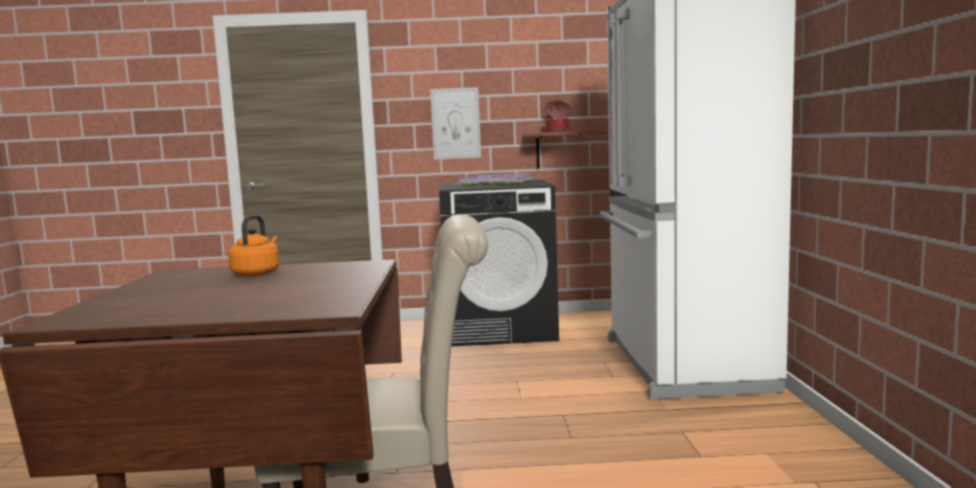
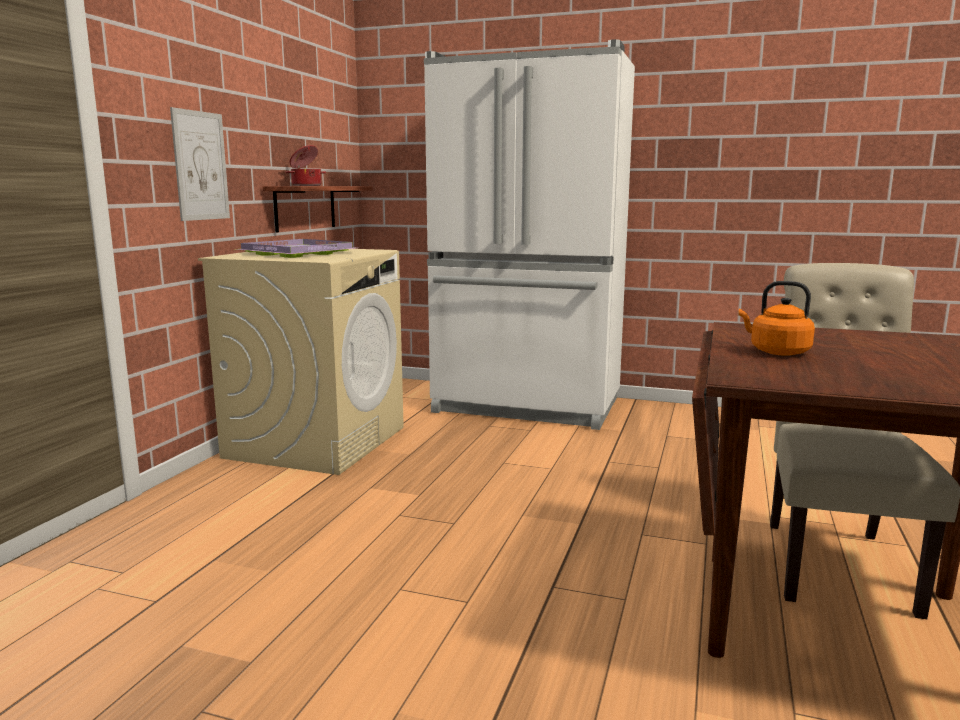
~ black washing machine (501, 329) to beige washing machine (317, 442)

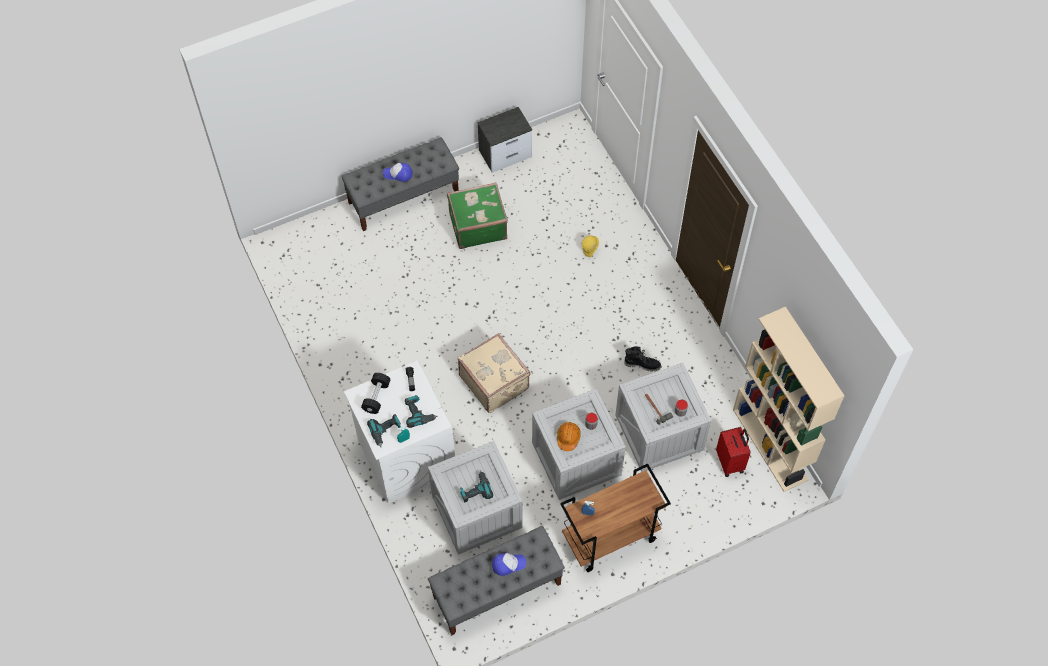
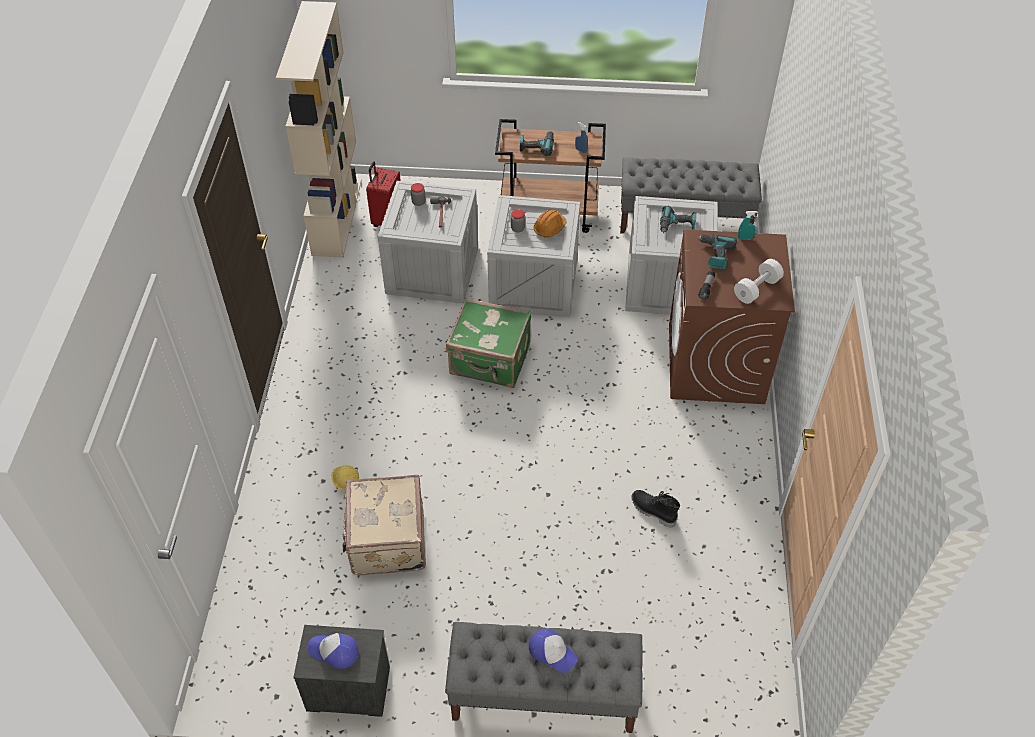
~ white washing machine (406, 455) to brown washing machine (715, 364)
~ black dumbbell (376, 397) to white dumbbell (756, 289)
~ power drill (386, 431) to (537, 146)
~ green suitcase (477, 225) to (490, 361)
~ beige suitcase (494, 381) to (386, 540)
~ cap (508, 564) to (334, 651)
~ black boot (642, 364) to (652, 511)

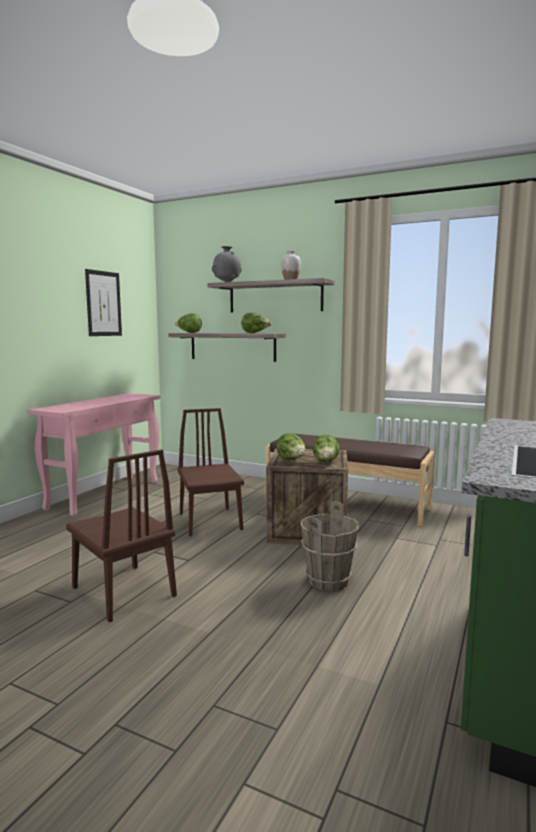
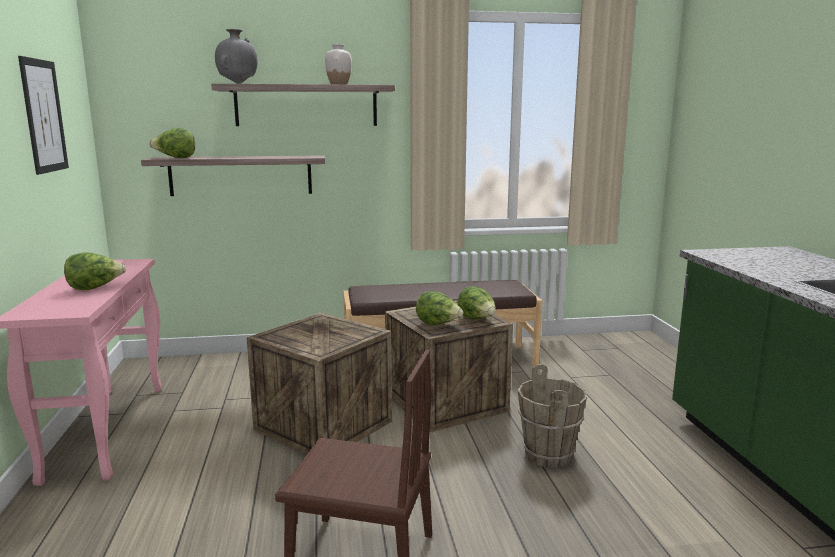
~ brown chair (210, 521) to crate (323, 425)
~ lettuce (255, 333) to (95, 288)

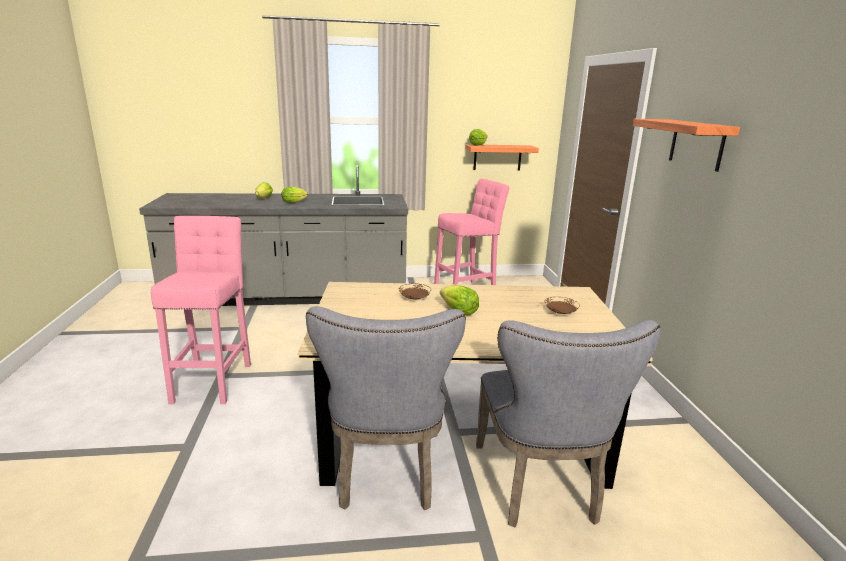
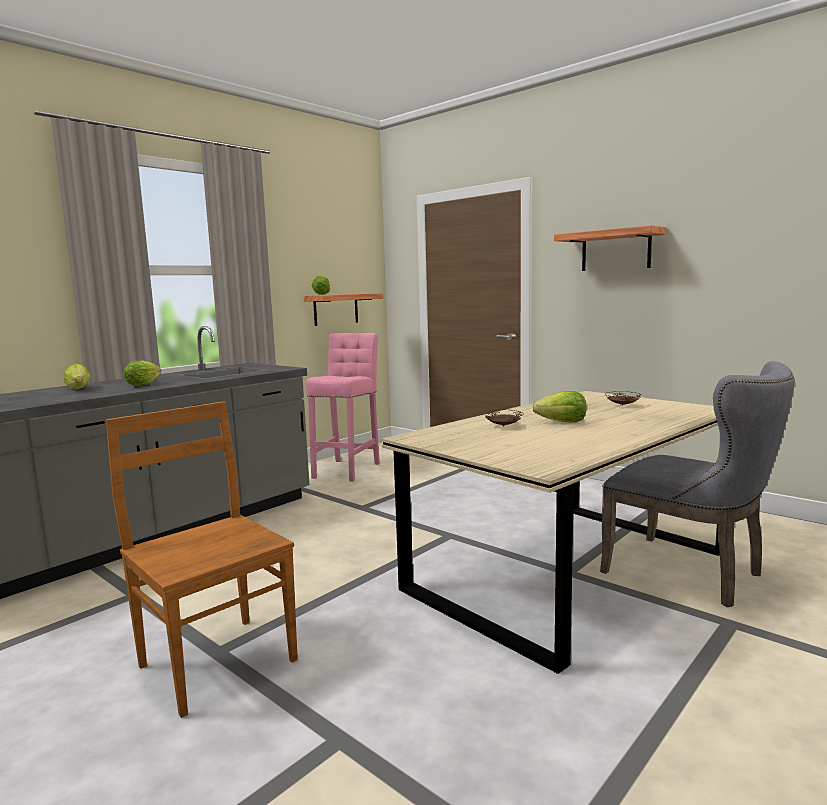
~ pink stool (213, 380) to brown chair (216, 661)
- grey chair (387, 473)

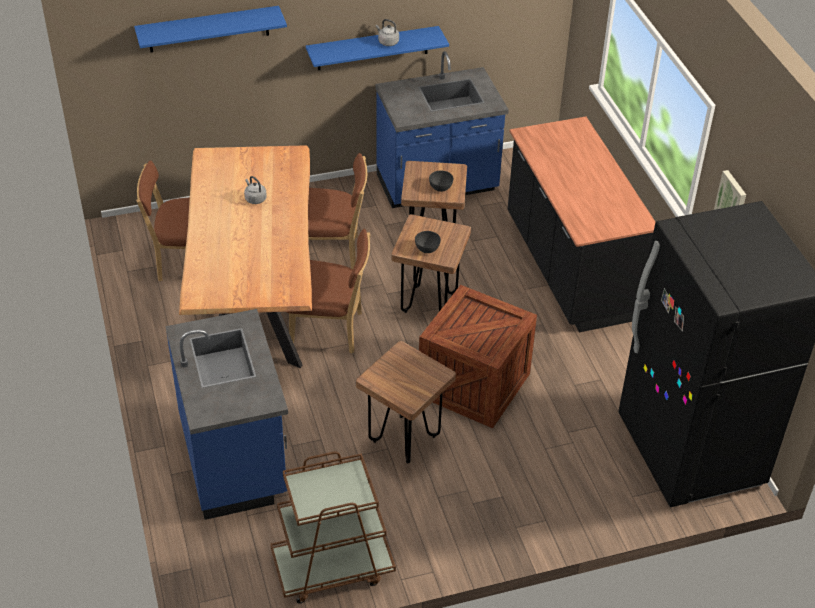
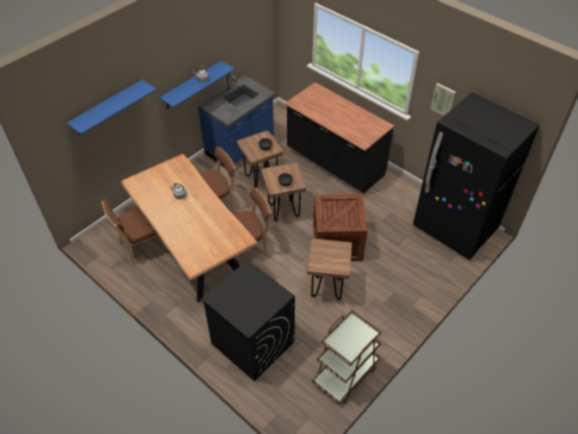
~ blue counter (235, 458) to black washing machine (252, 342)

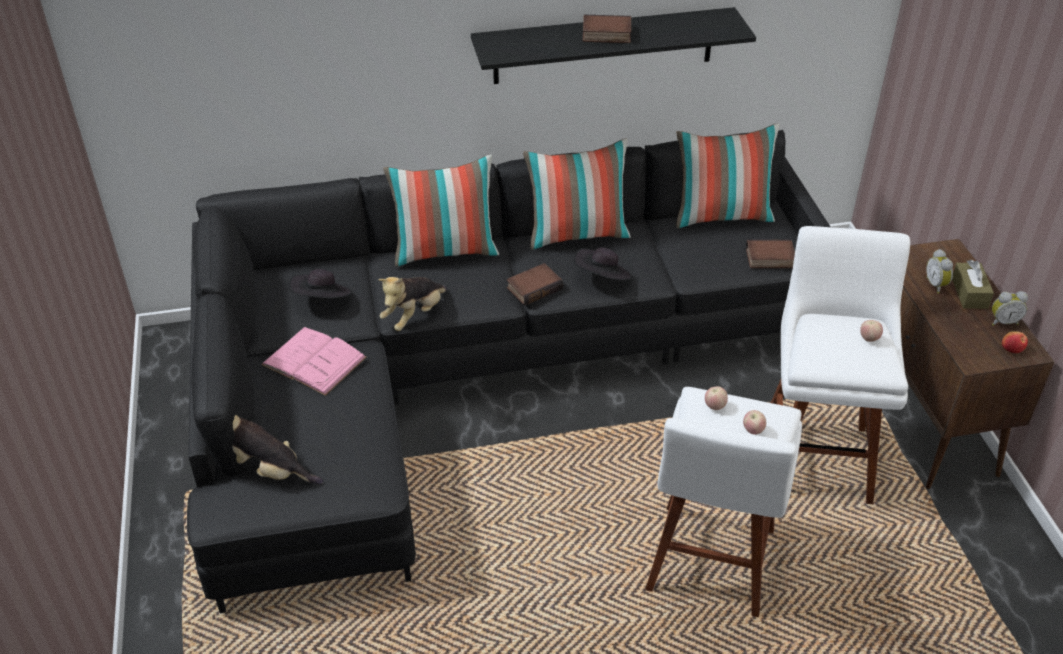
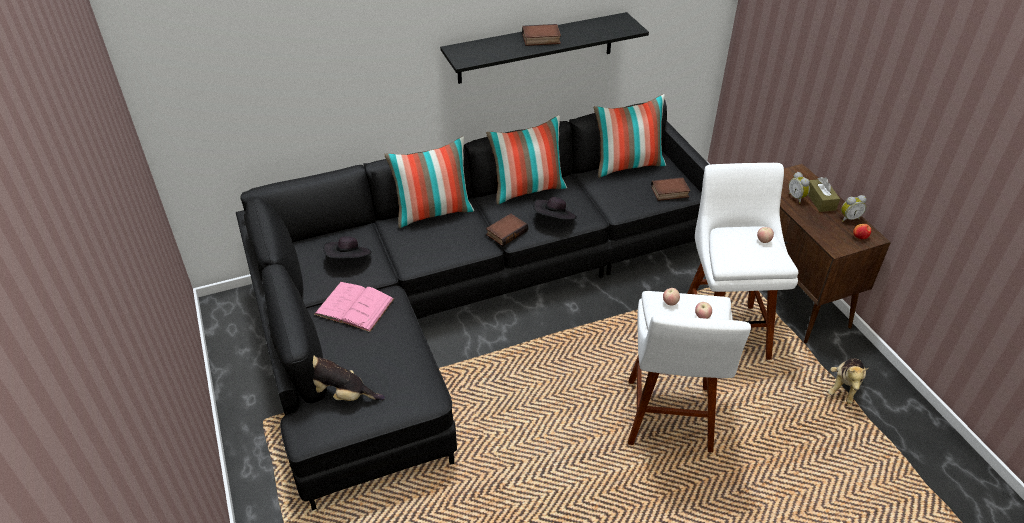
~ plush toy (414, 316) to (844, 387)

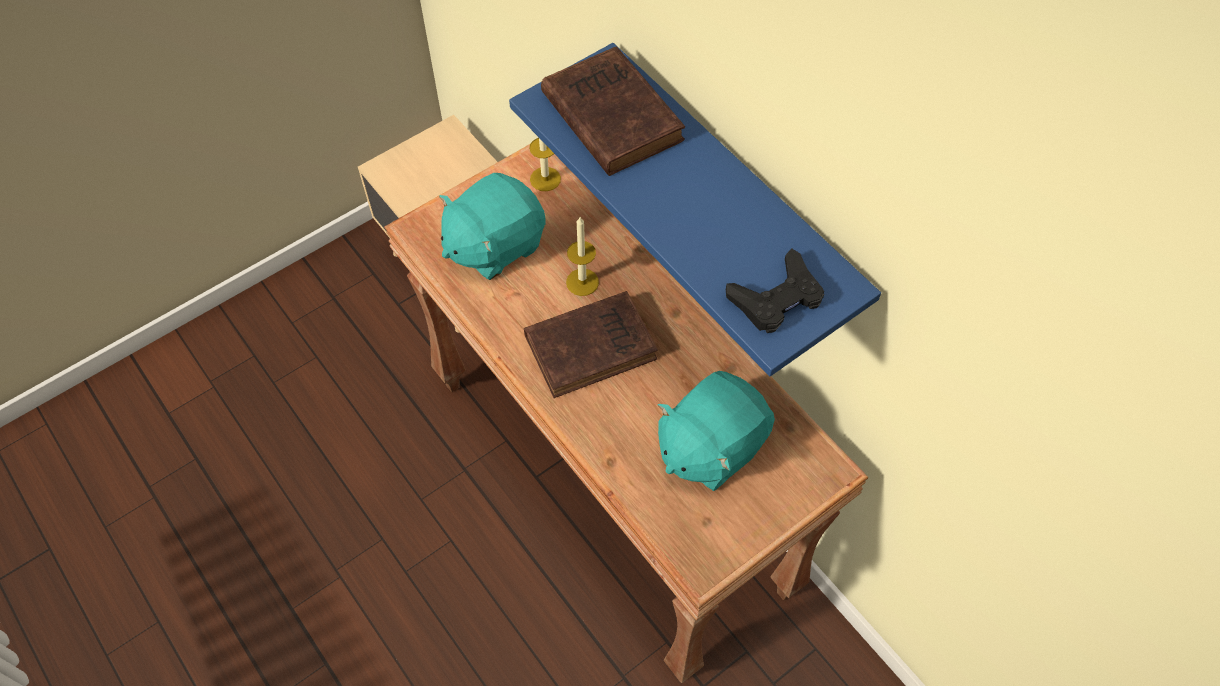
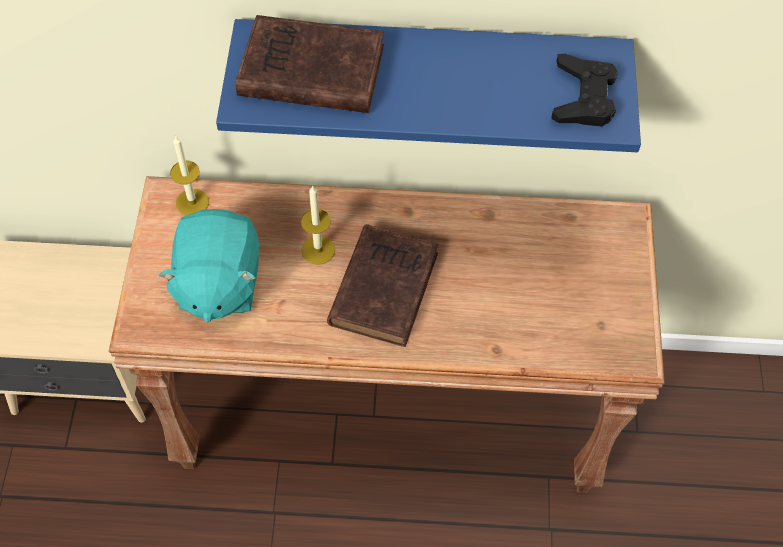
- turquoise plush toy (710, 446)

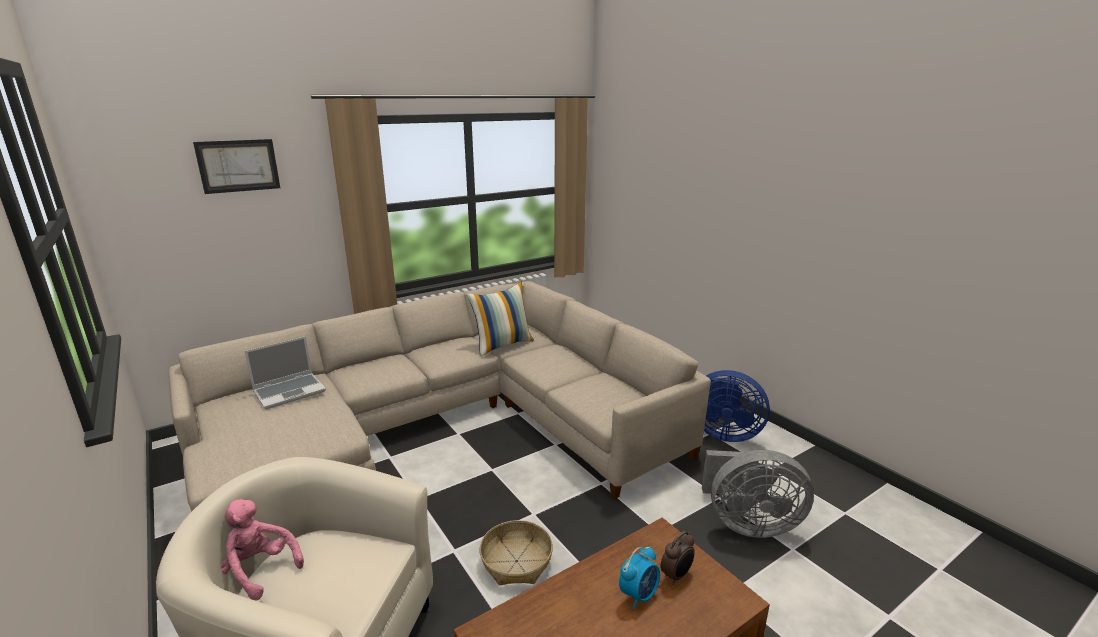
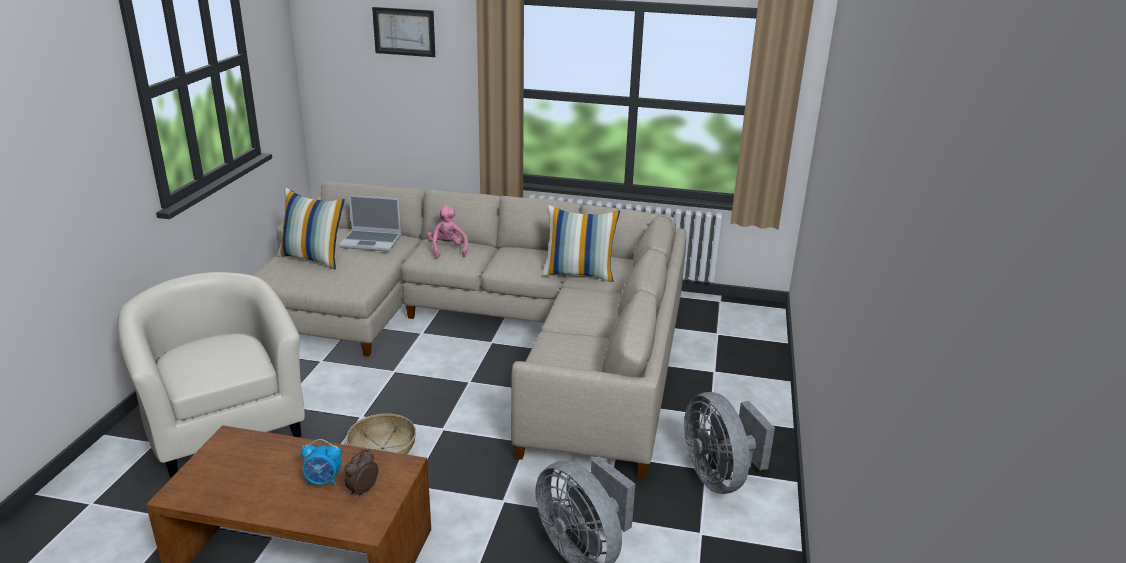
~ pink plush toy (258, 570) to (447, 250)
~ alarm clock (676, 576) = (362, 490) 120 degrees clockwise
~ blue fan (723, 433) to grey fan (719, 477)
+ pillow (313, 258)

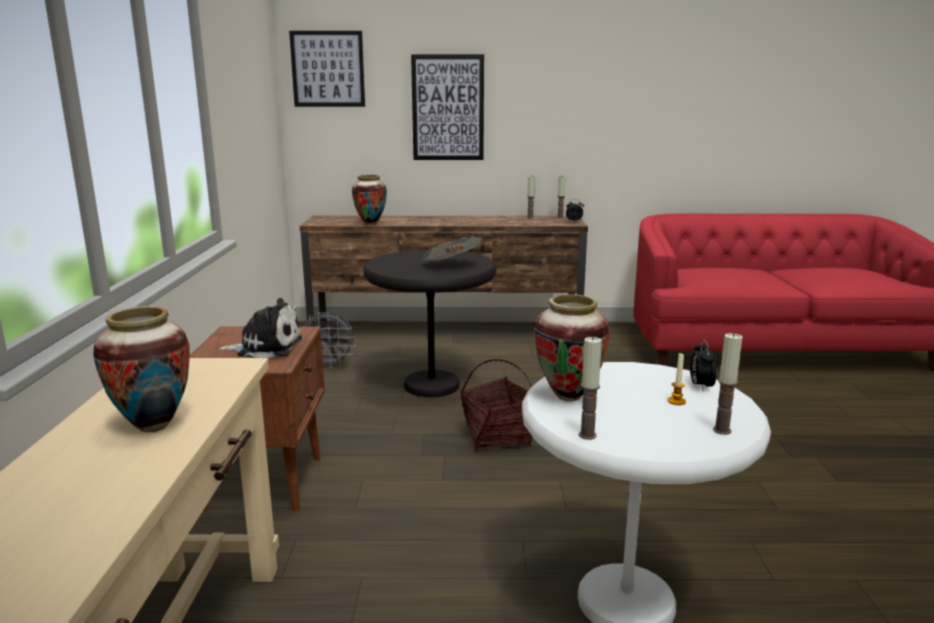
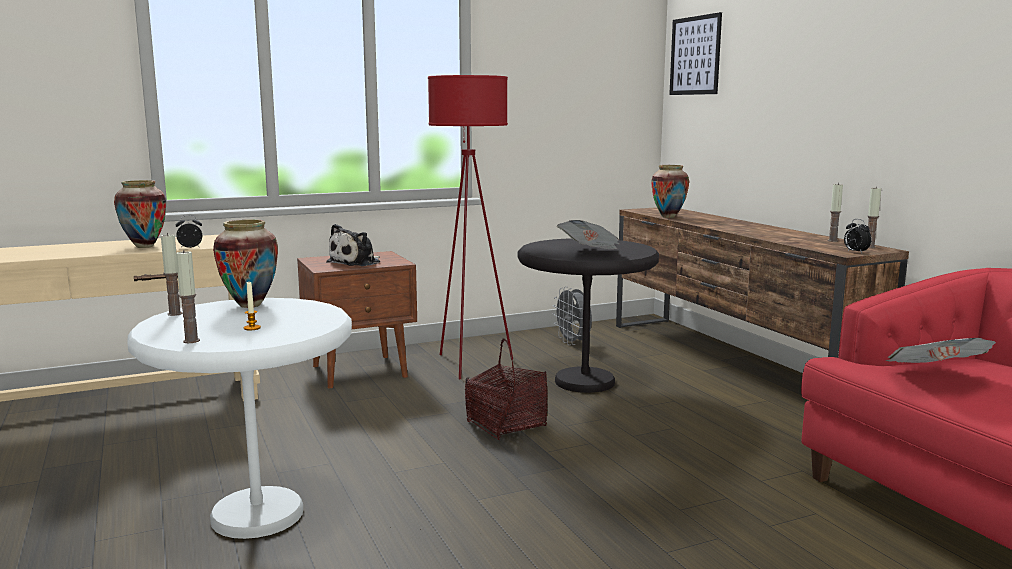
~ plush toy (266, 347) = (356, 262) 60 degrees clockwise
- picture (448, 108)
~ alarm clock (701, 386) to (190, 247)
+ red floor lamp (470, 364)
+ newspaper (935, 376)

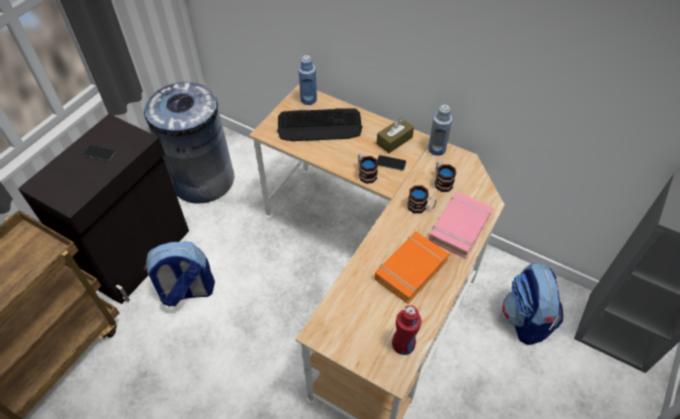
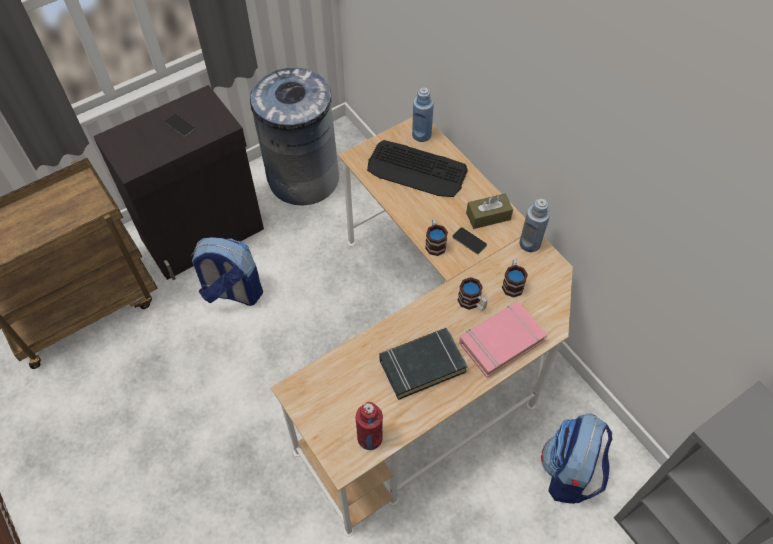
~ orange book (410, 269) to black book (422, 365)

